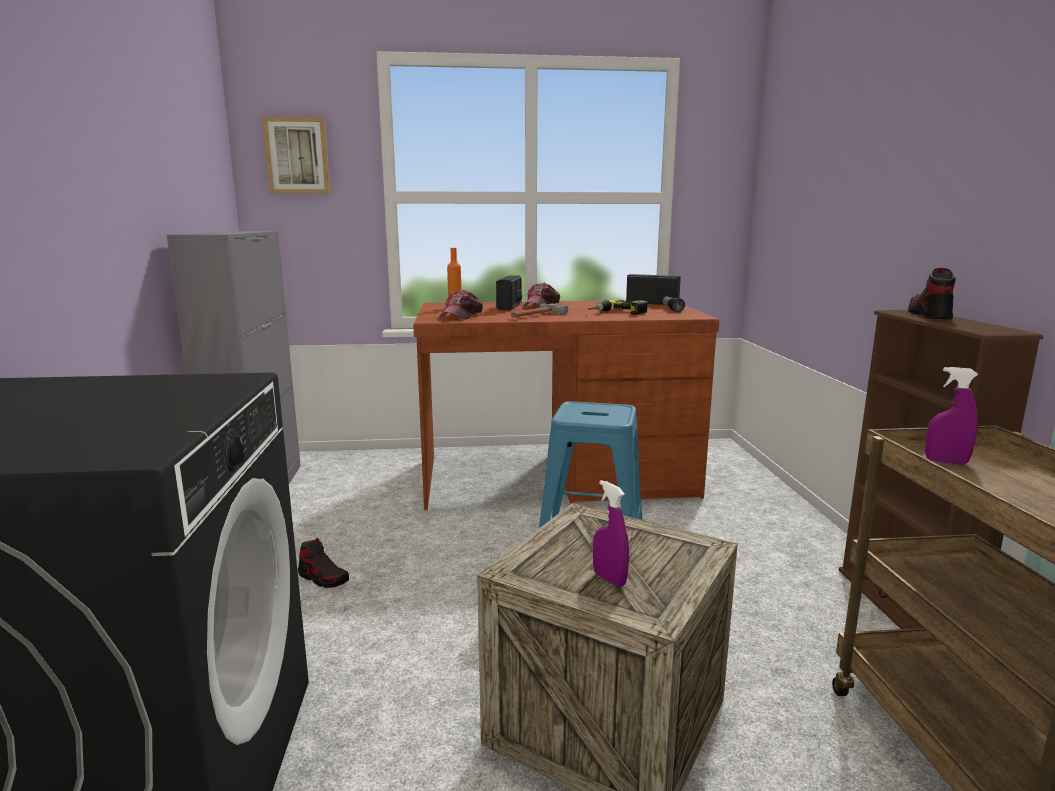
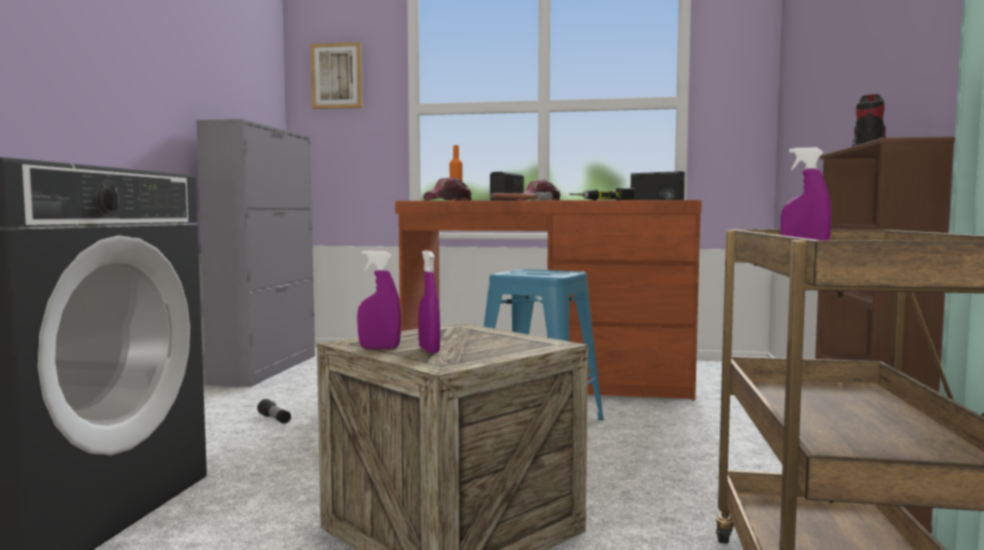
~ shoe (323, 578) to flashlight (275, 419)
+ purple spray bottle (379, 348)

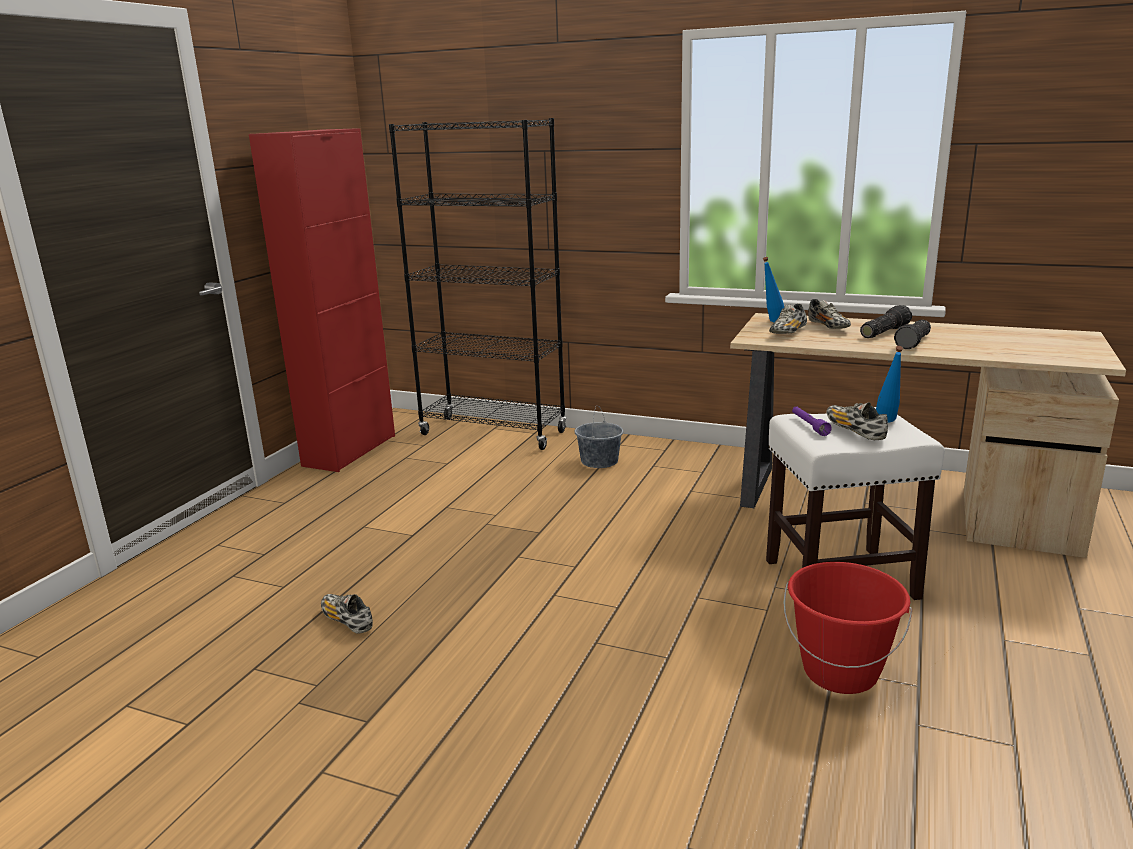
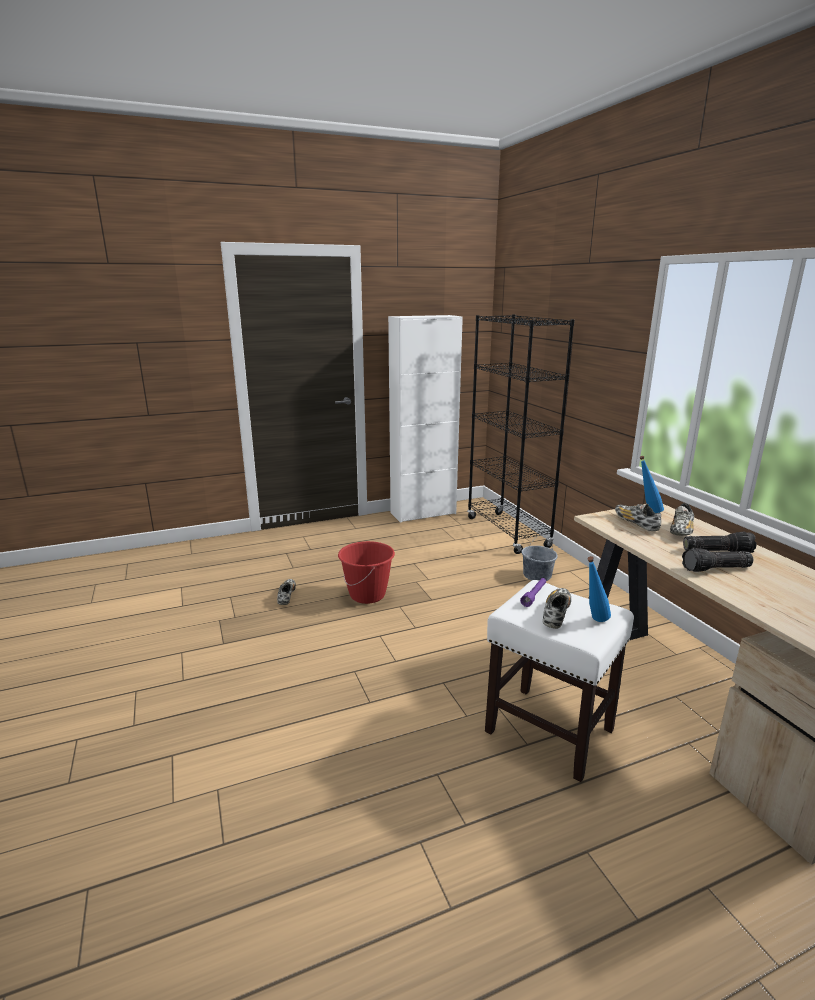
~ red cabinet (350, 450) to white cabinet (423, 513)
~ shoe (788, 333) = (635, 524) 75 degrees clockwise
~ red bucket (840, 672) to (367, 595)

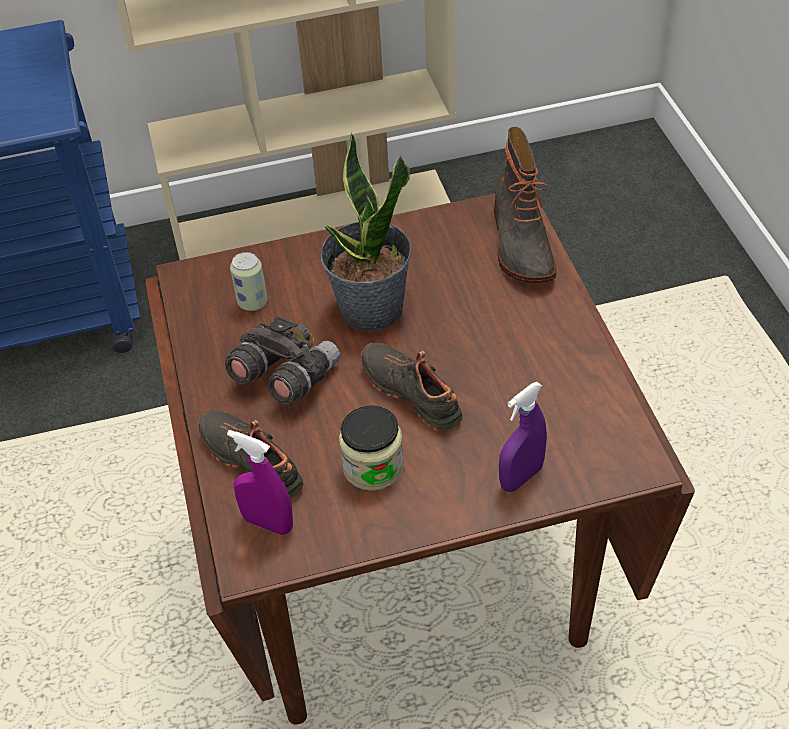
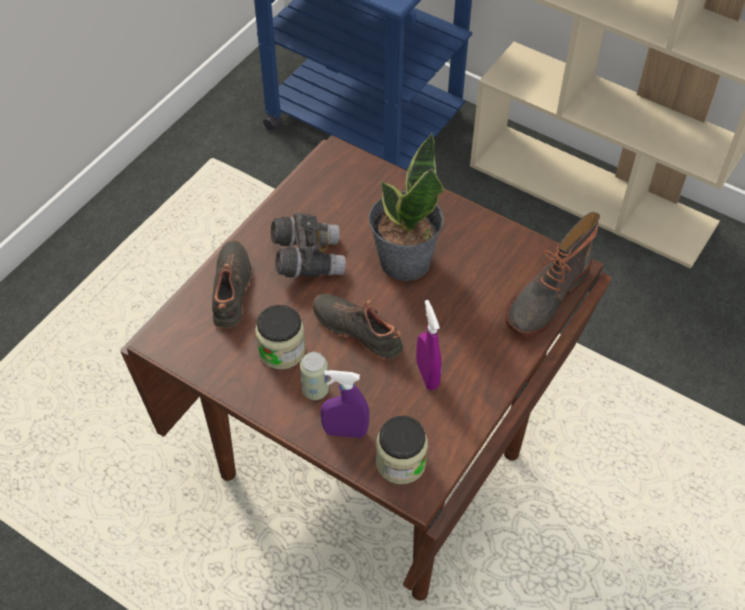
~ purple spray bottle (268, 523) to (427, 375)
~ can (252, 302) to (315, 390)
~ black shoe (413, 392) = (359, 330) 60 degrees counterclockwise
+ jar (400, 462)

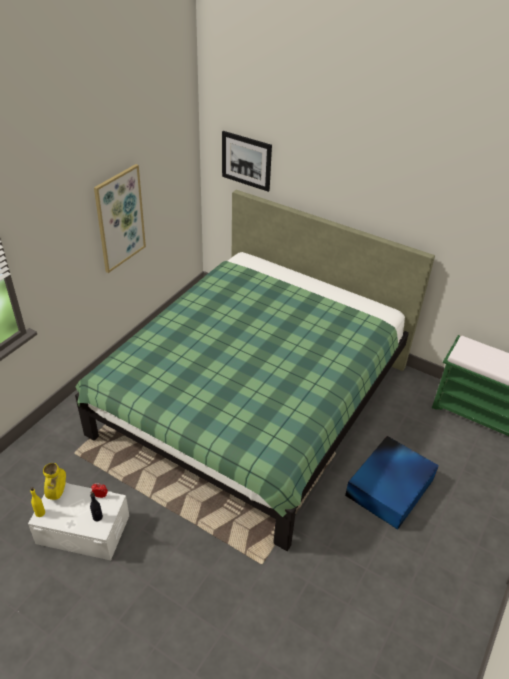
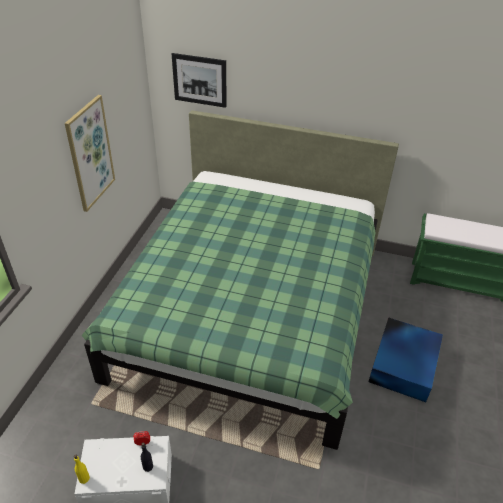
- yellow vase (57, 492)

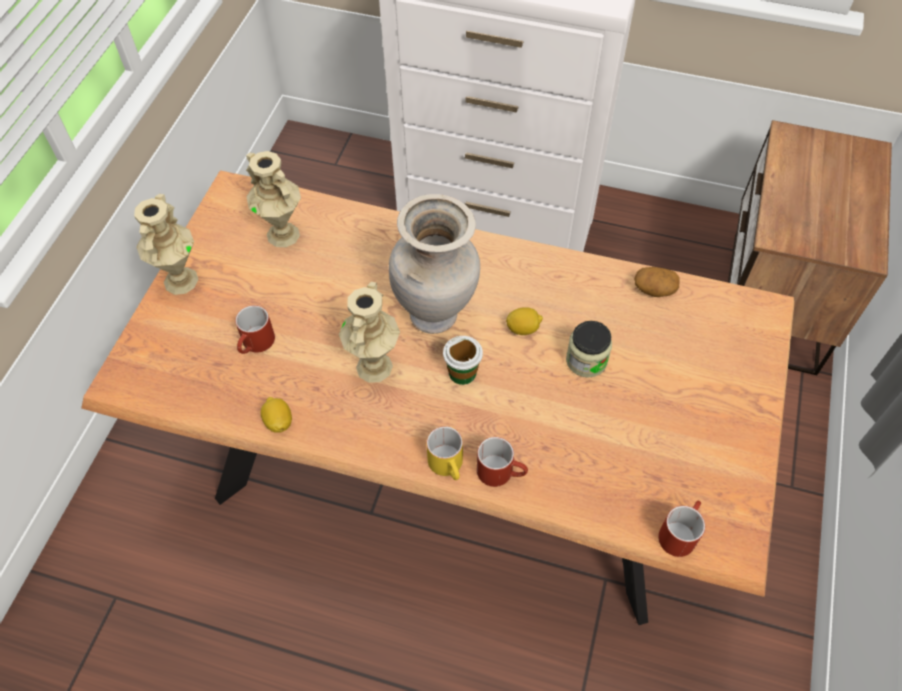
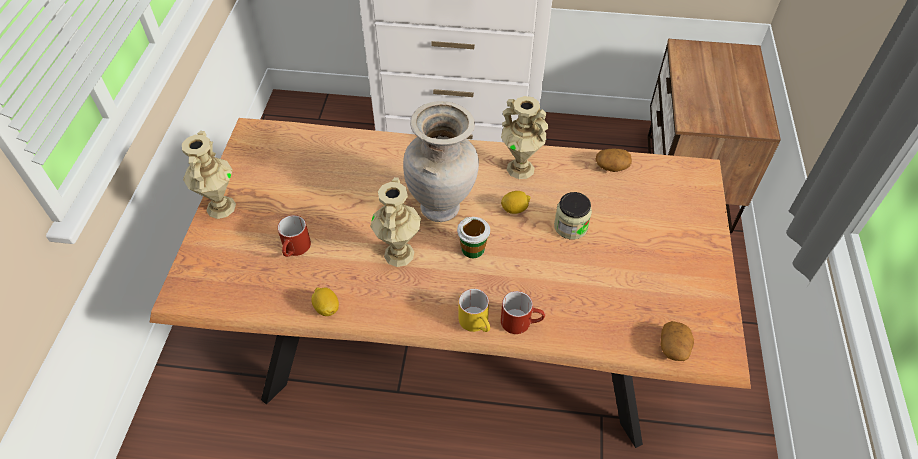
~ beige vase (284, 234) to (521, 168)
~ red mug (679, 532) to potato (674, 347)

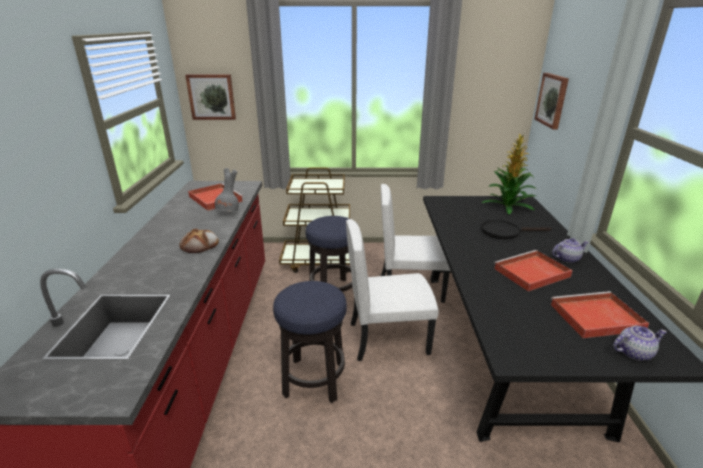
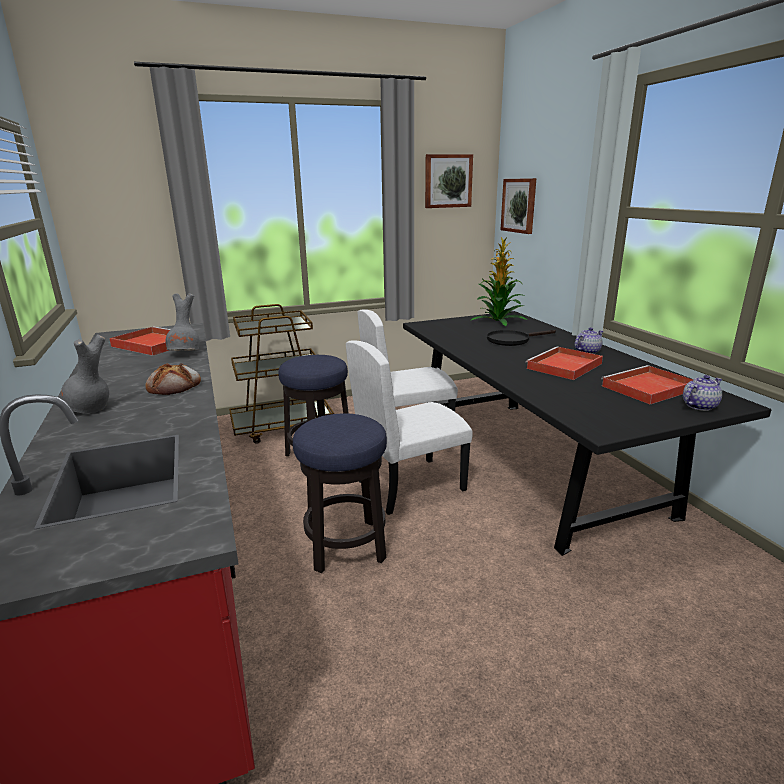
~ picture (211, 97) to (448, 181)
+ grey vase (90, 410)

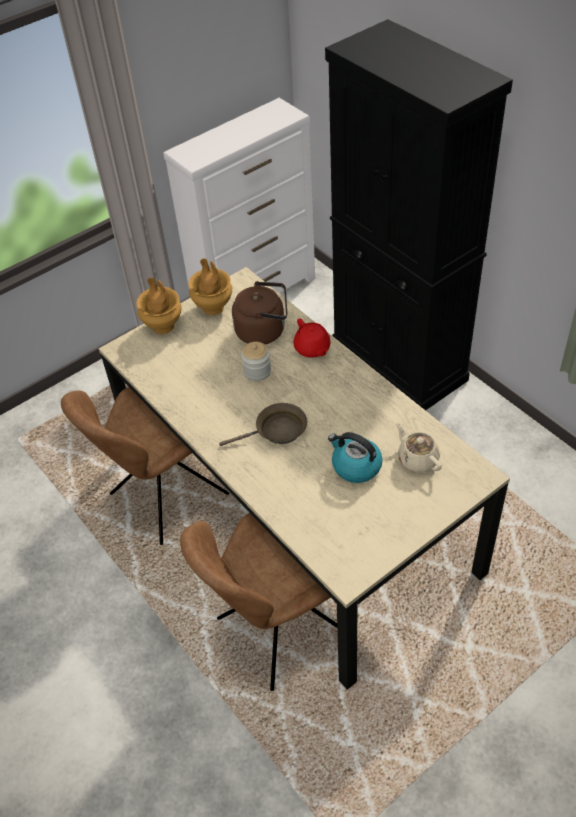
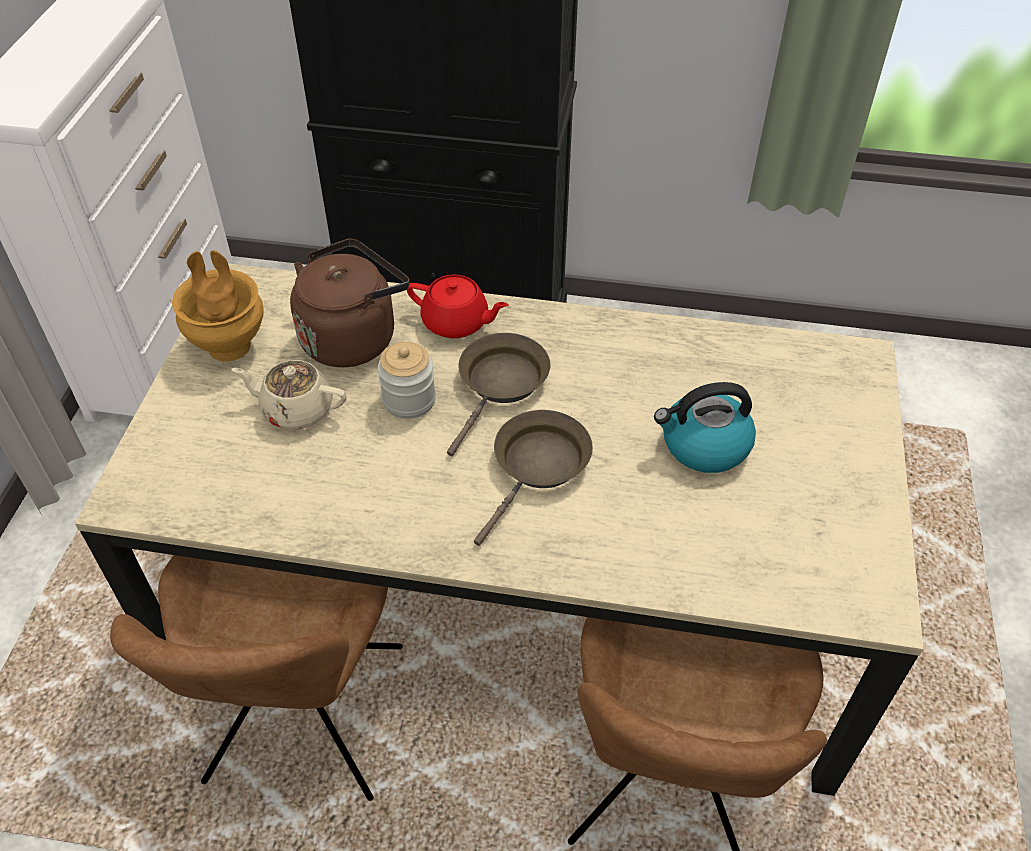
- brown vase (164, 326)
~ beige teapot (417, 459) to (296, 409)
+ brown frying pan (501, 385)

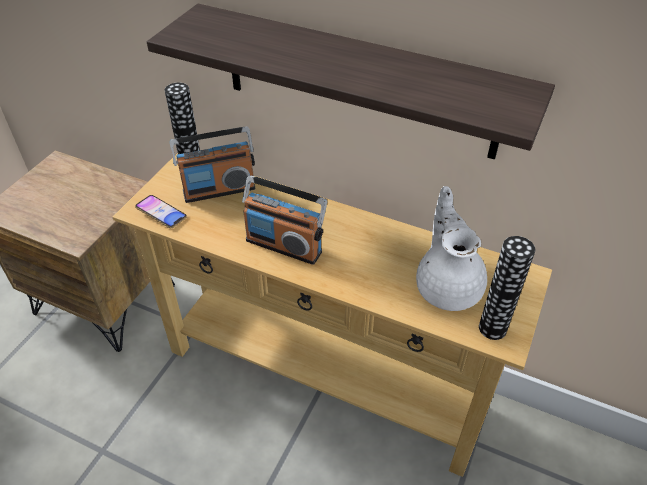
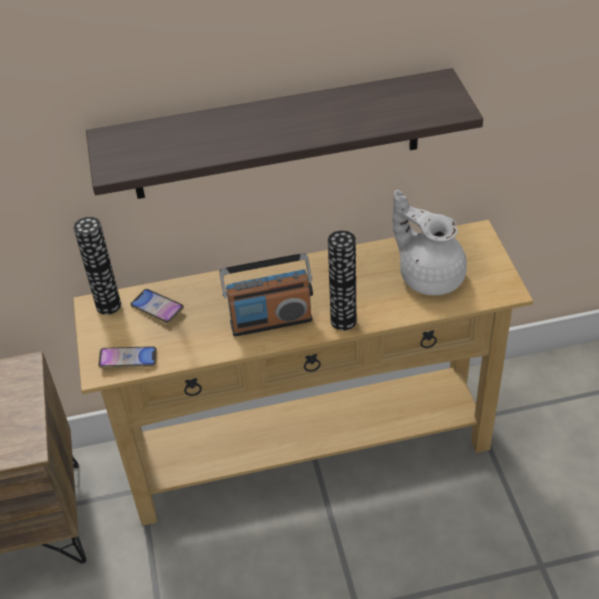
~ radio (219, 190) to phone (157, 308)
~ vase (492, 328) to (343, 321)

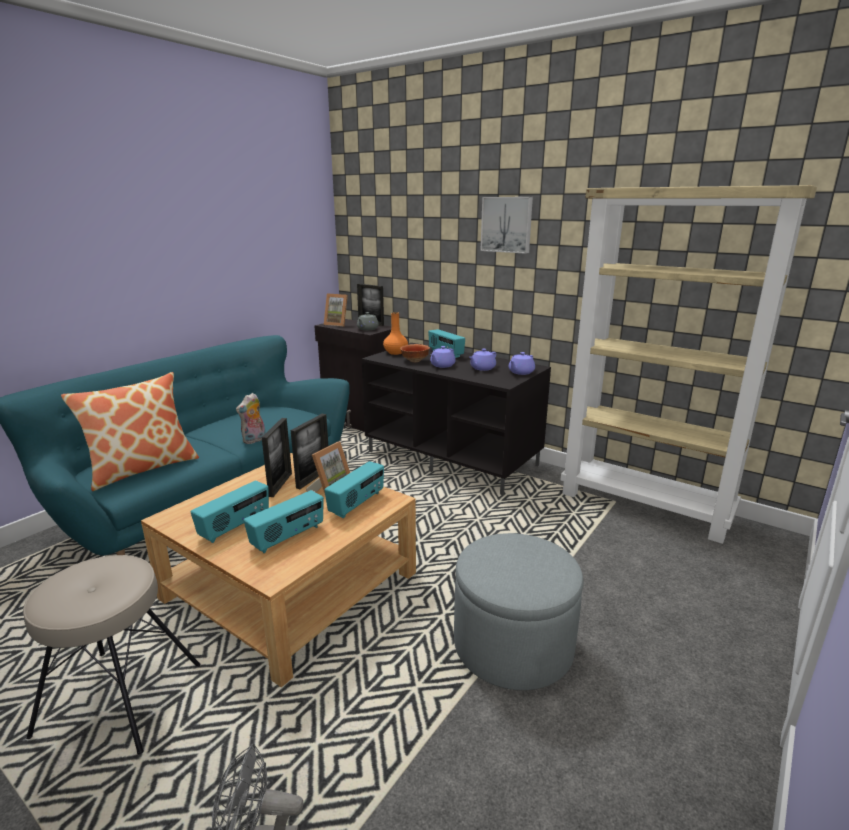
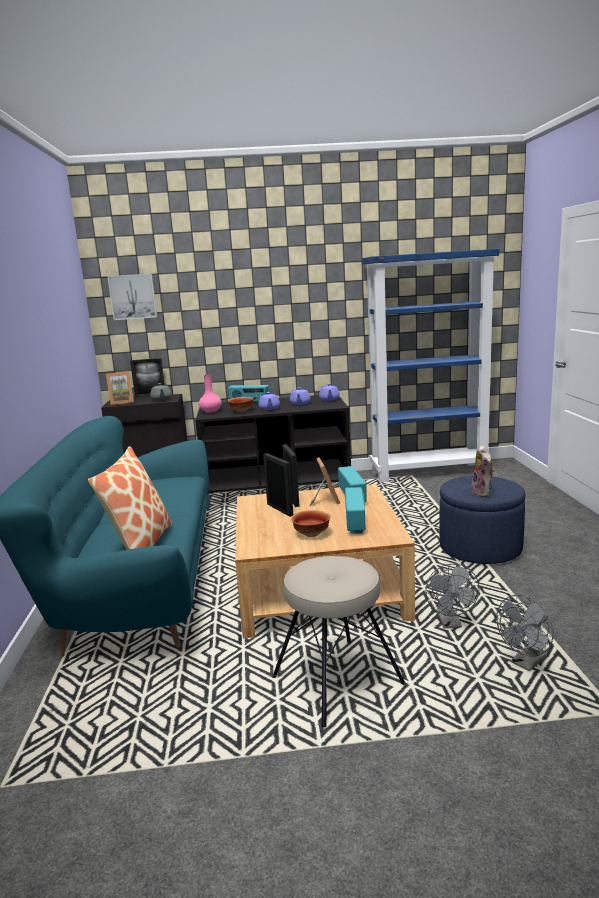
~ radio (235, 527) to bowl (311, 534)
~ plush toy (254, 440) to (483, 493)
~ orange vase (395, 353) to pink vase (210, 411)
~ grey ottoman (513, 645) to blue ottoman (480, 548)
~ picture (507, 224) to (133, 296)
~ beige bookcase (645, 506) to blue bookcase (429, 472)
+ grey fan (450, 623)

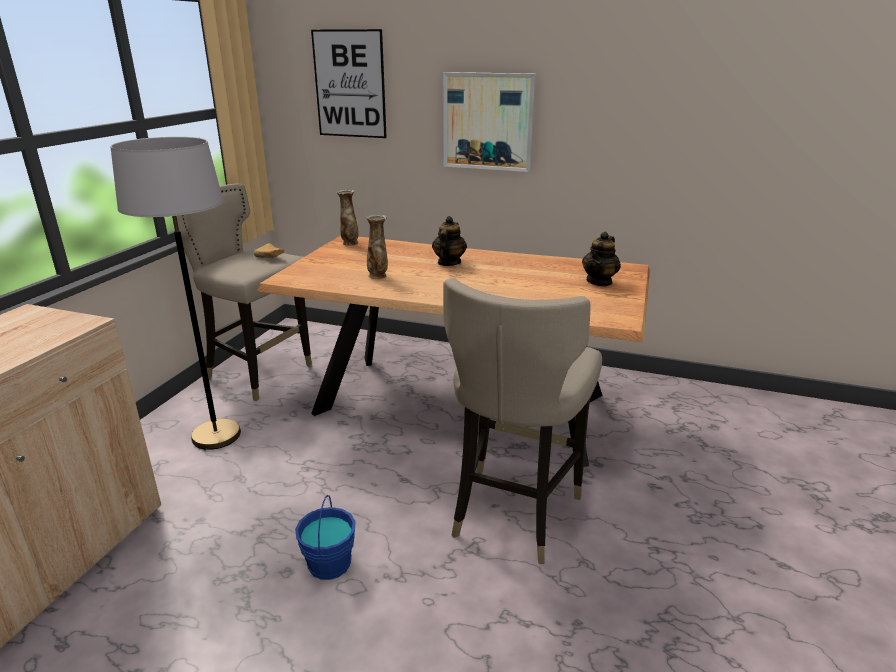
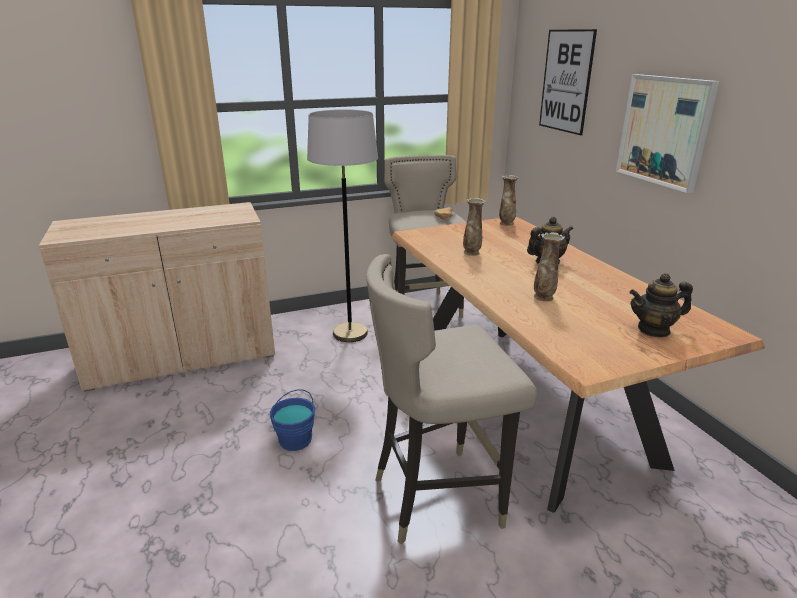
+ vase (544, 297)

